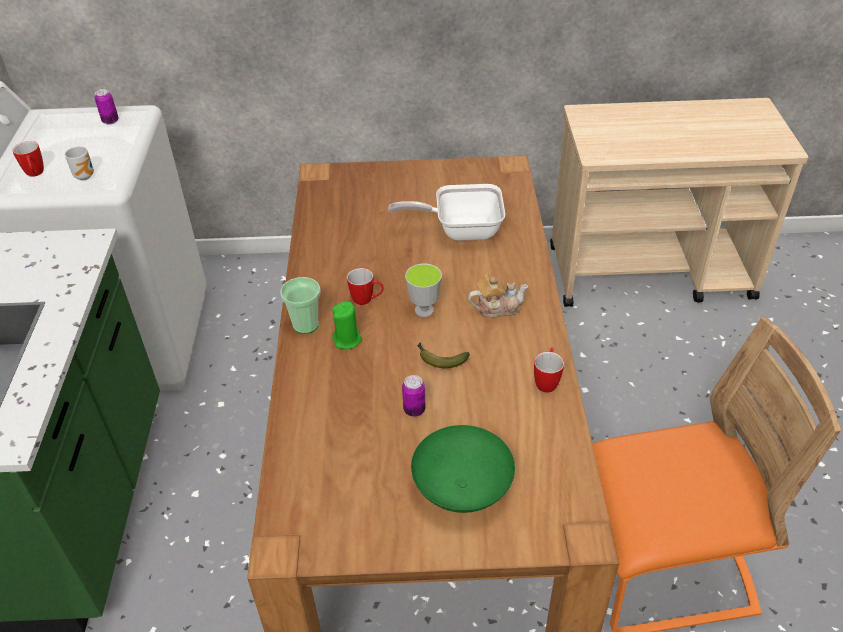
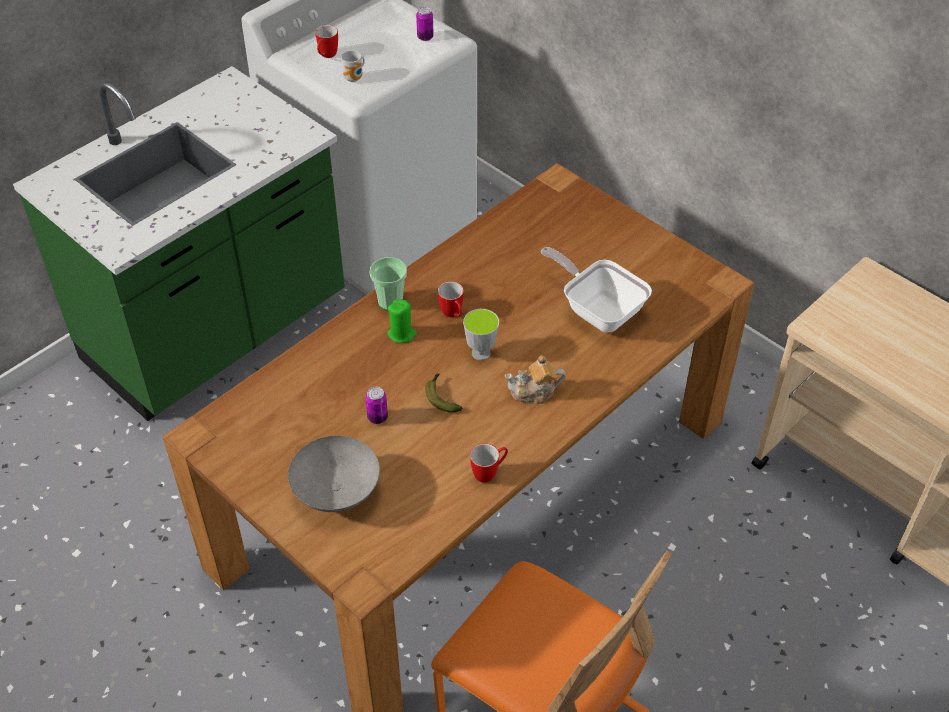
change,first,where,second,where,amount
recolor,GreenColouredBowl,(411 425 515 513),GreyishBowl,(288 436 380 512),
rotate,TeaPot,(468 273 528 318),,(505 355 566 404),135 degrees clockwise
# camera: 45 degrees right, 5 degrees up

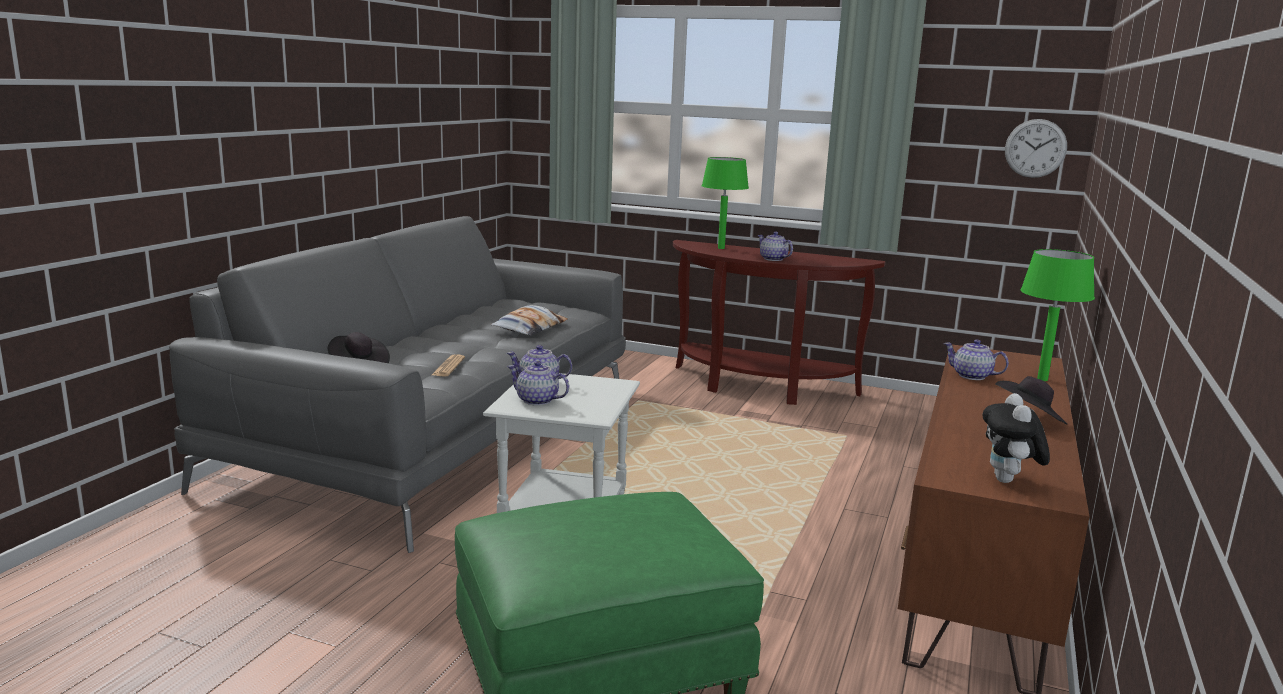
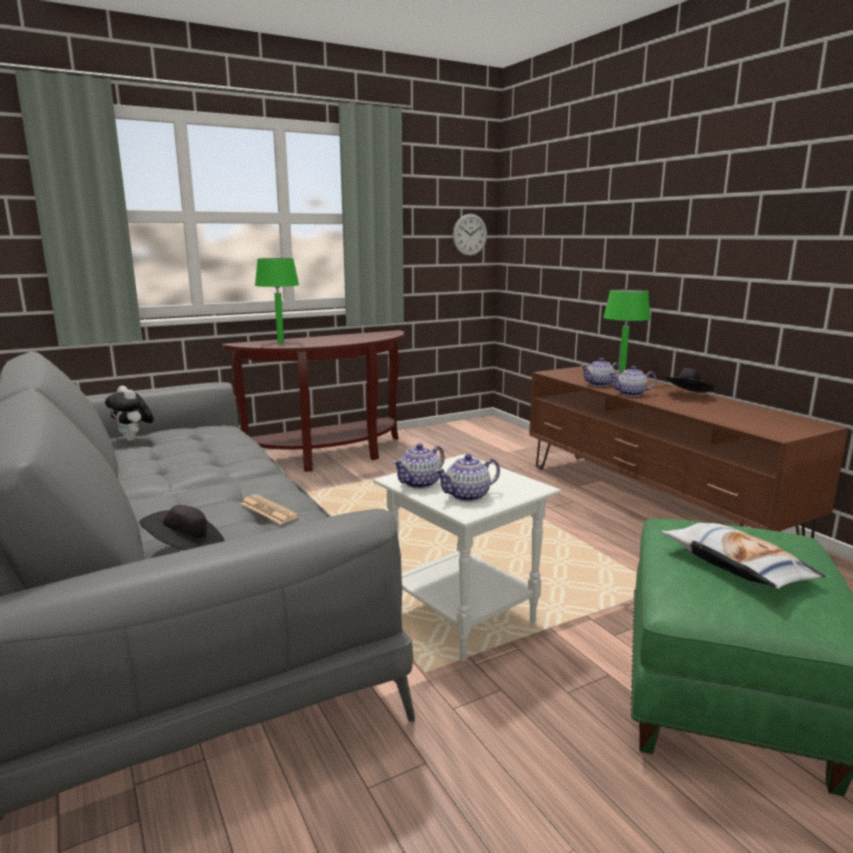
change,first,where,second,where,amount
move,ThrowPillow,(490 305 568 336),,(662 523 826 589),
move,TeaPot,(758 232 793 261),,(609 366 657 396),
move,SoftToy,(982 393 1050 483),,(105 386 154 441),
# camera: 50 degrees left, 0 degrees up

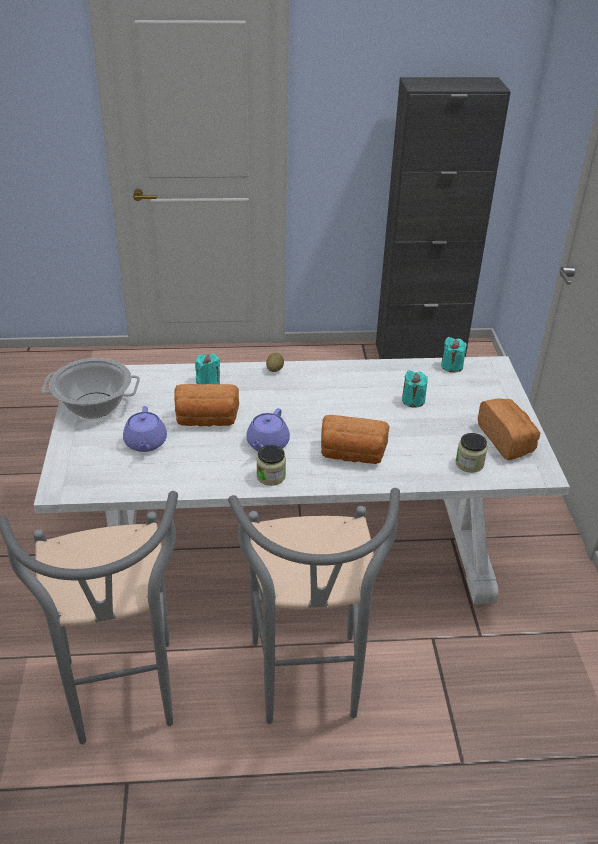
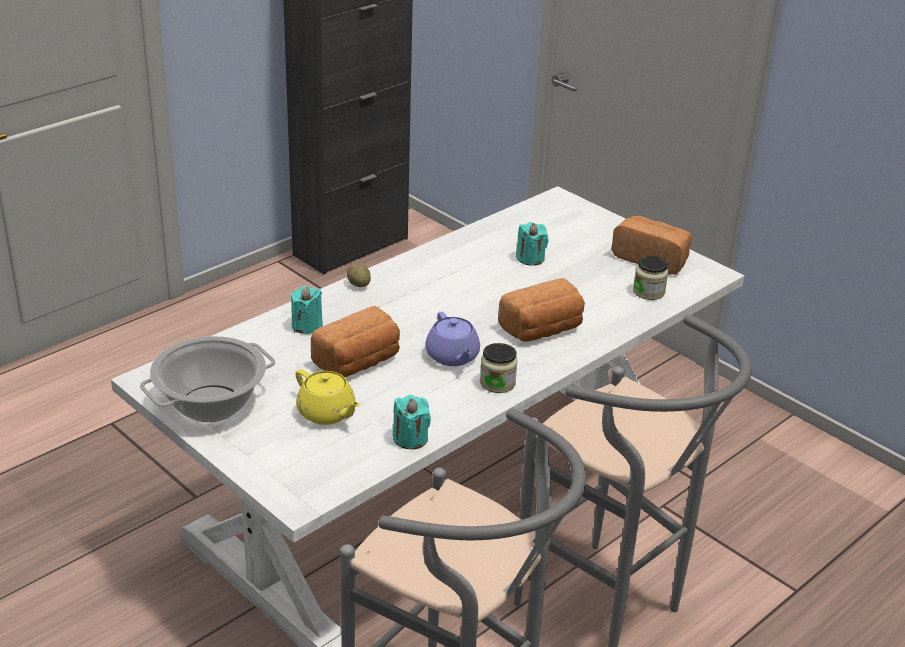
change,first,where,second,where,amount
move,BlueGreenWaxLight,(441 337 467 373),,(393 395 431 449),
recolor,PurpleTeaPot,(123 406 167 452),YellowishTeaPot,(296 369 360 425),
# camera: 40 degrees left, 5 degrees down

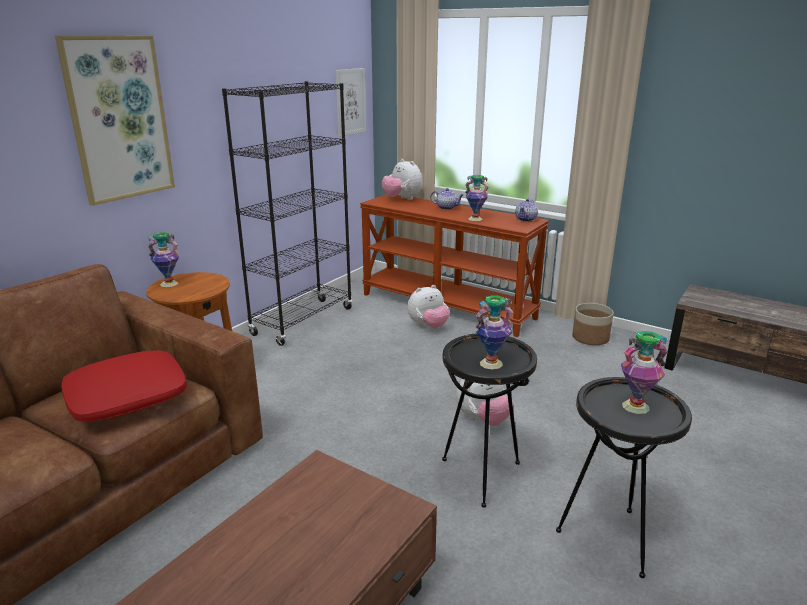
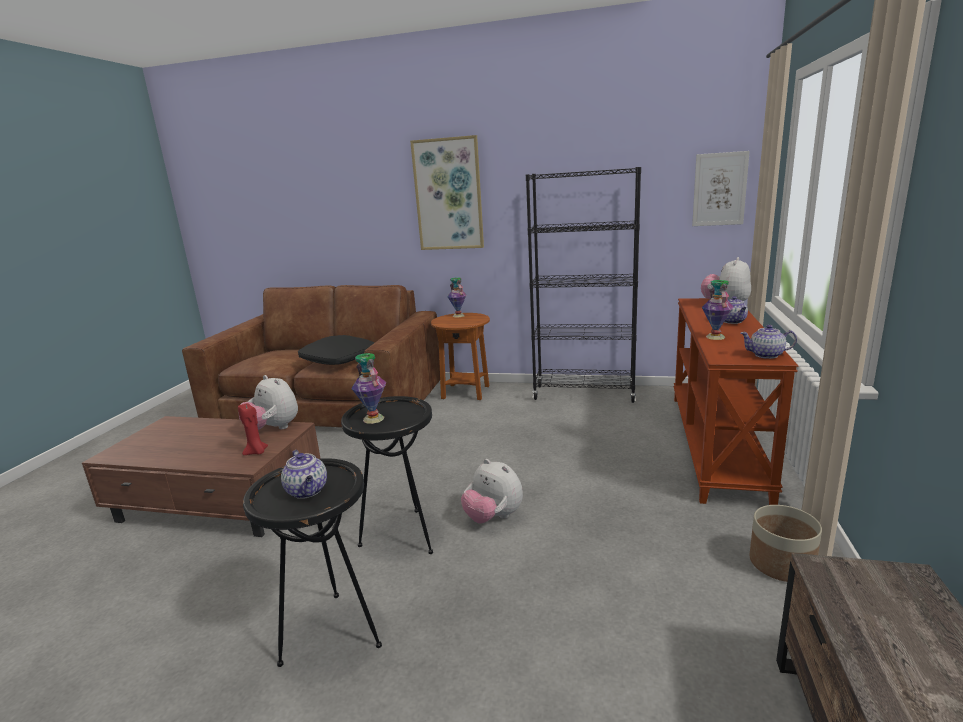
change,first,where,second,where,amount
insert,,,ReddishWaxLight,(238 403 268 455),
move,SoftToy,(407 285 450 328),,(238 375 298 430),
replace,FlowerVase,(621 331 668 414),TeaPot,(281 450 327 499),
recolor,ReddishThrowPillow,(61 350 187 422),BlackishThrowPillow,(298 335 375 365),
# camera: 70 degrees right, 5 degrees down

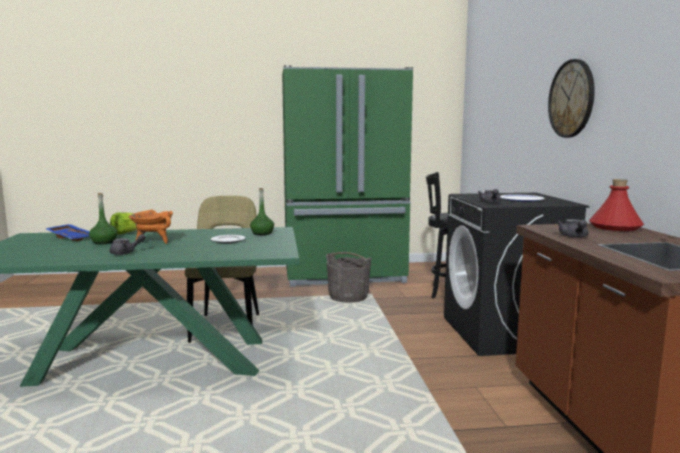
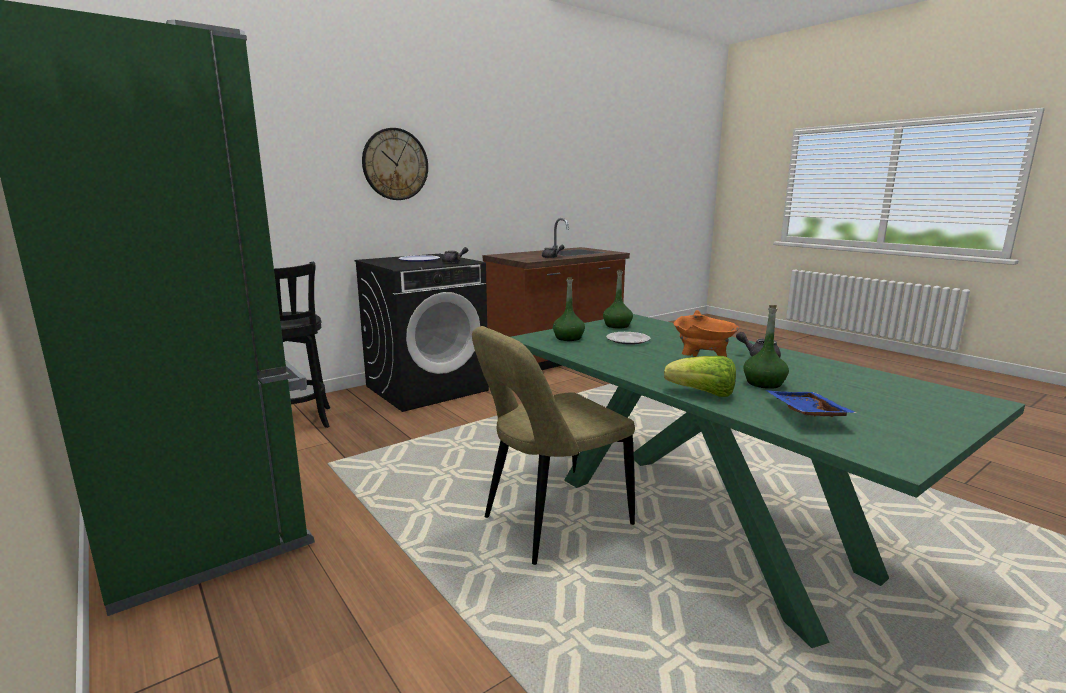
change,first,where,second,where,amount
delete,GreyishWaterBucket,(326 252 372 303),,,
delete,ReddishDrinkBottle,(589 179 644 231),,,
insert,,,GreenColouredDrinkBottle,(603 270 633 328),
# camera: 120 degrees left, 5 degrees up

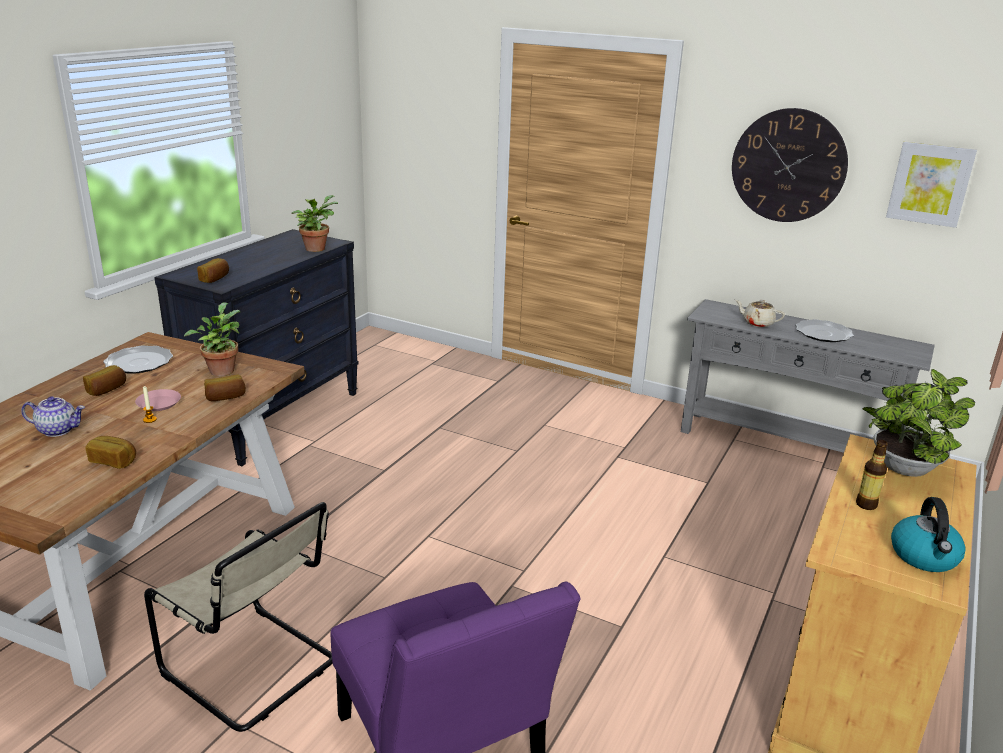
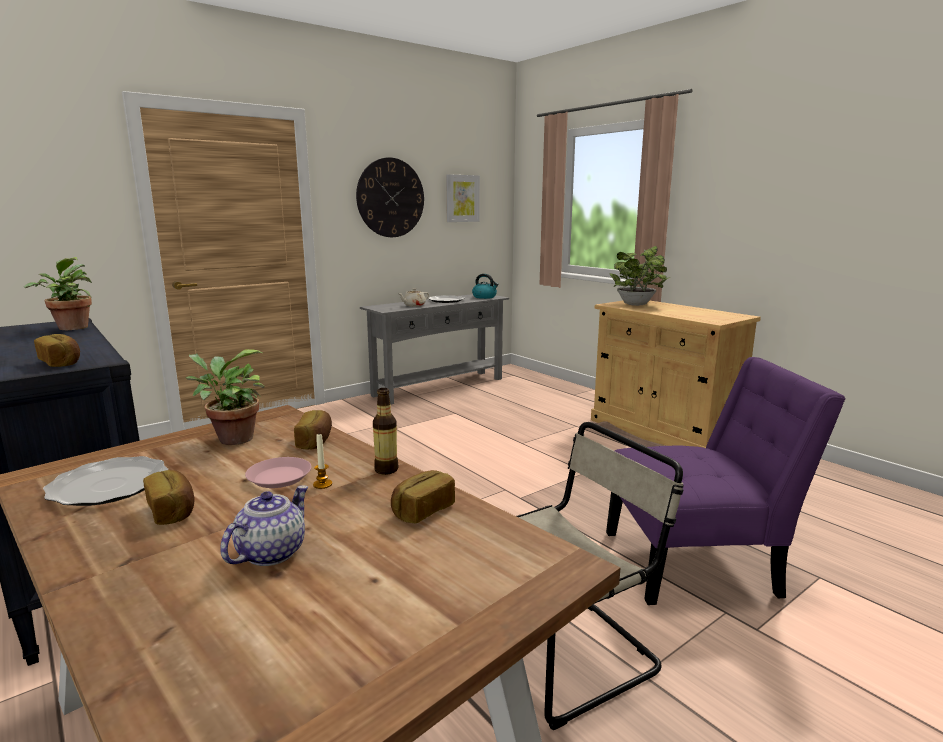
change,first,where,second,where,amount
move,DrinkBottle,(856 440 888 510),,(373 388 399 475),
move,WaterKettle,(891 497 966 572),,(472 274 499 299),
# camera: 65 degrees left, 10 degrees down

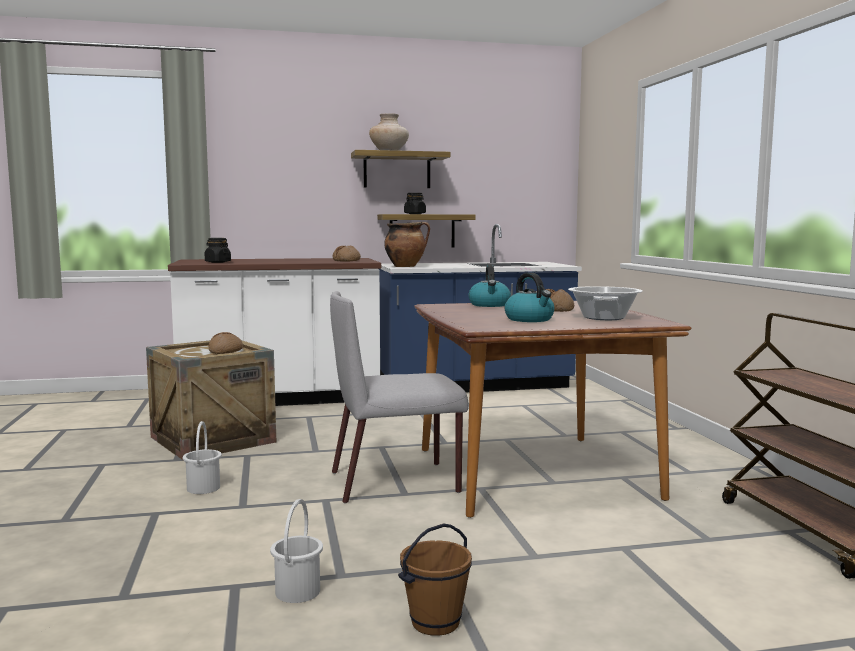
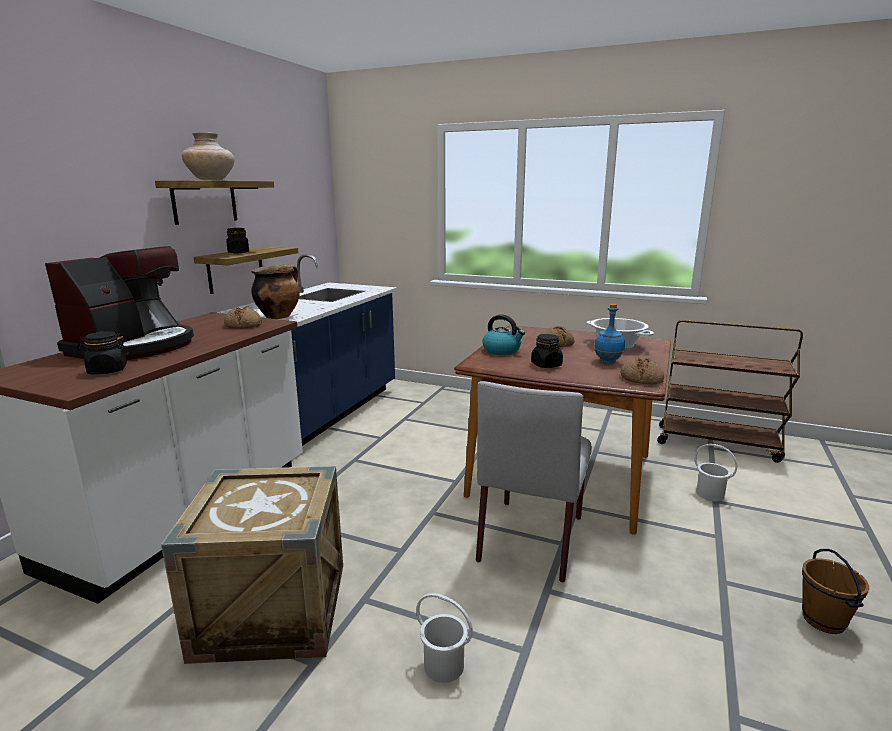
change,first,where,second,where,amount
insert,,,CoffeeMachine,(45 246 194 360),
insert,,,BlackishPreserveJar,(531 334 563 368),
move,Bread,(209 332 243 354),,(620 358 664 385),
move,WhitishWaterBucket,(270 499 323 603),,(695 444 737 501),
replace,WaterKettle,(504 272 554 322),BlueColouredDrinkBottle,(594 304 625 364),
# camera: 55 degrees left, 10 degrees up

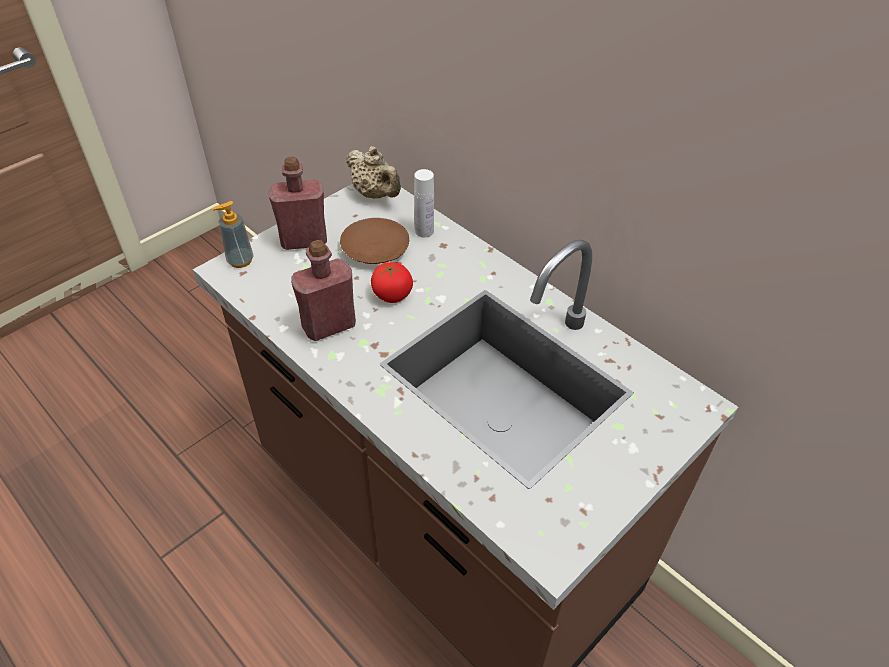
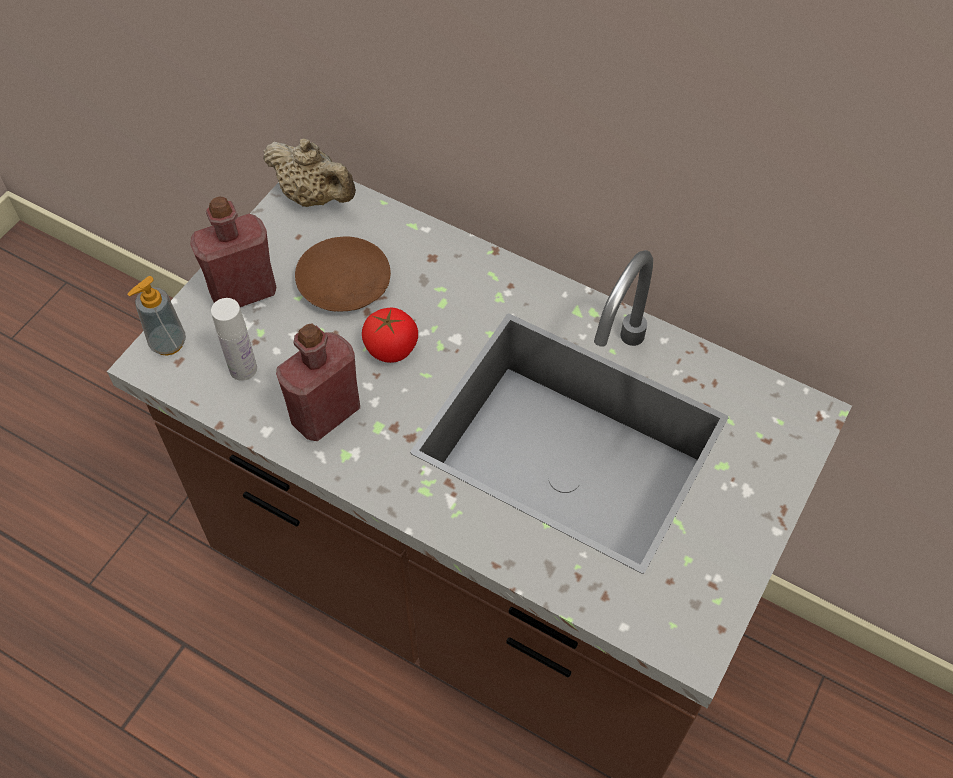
change,first,where,second,where,amount
move,WhitishDrinkBottle,(414 169 434 237),,(211 298 257 381),
# camera: 15 degrees left, 10 degrees up

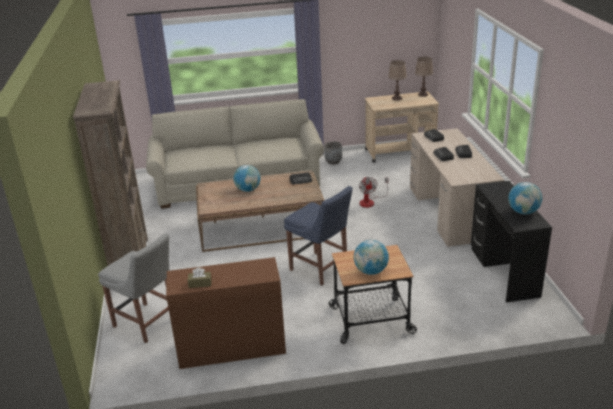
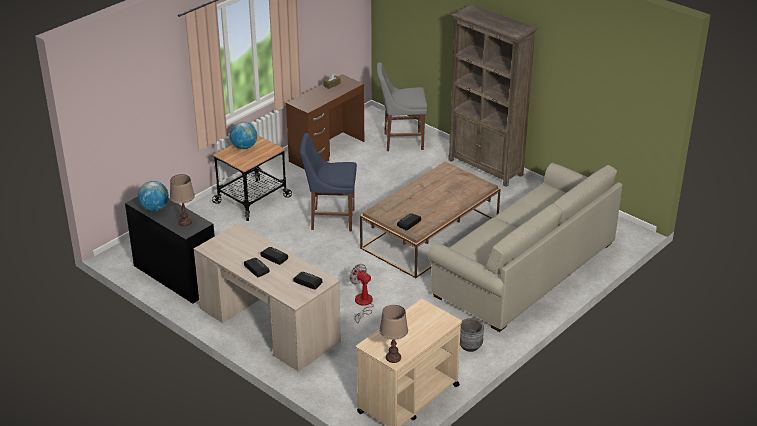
change,first,where,second,where,amount
delete,Globe,(233 165 260 192),,,
move,BrownTableLamp,(388 60 407 101),,(170 174 195 226),
# camera: 140 degrees right, 5 degrees up

